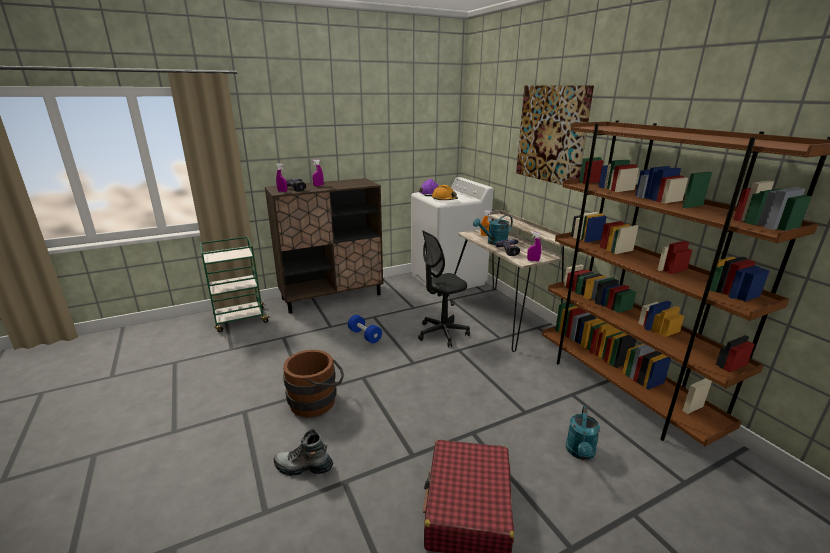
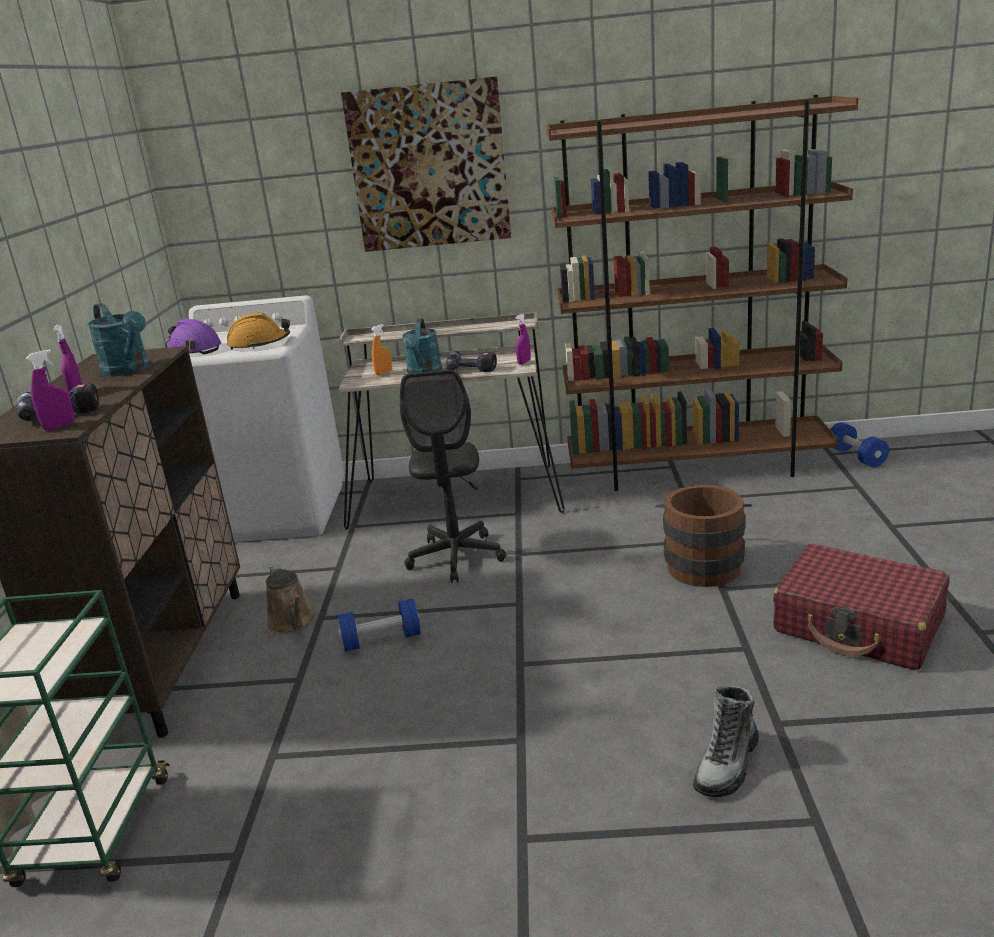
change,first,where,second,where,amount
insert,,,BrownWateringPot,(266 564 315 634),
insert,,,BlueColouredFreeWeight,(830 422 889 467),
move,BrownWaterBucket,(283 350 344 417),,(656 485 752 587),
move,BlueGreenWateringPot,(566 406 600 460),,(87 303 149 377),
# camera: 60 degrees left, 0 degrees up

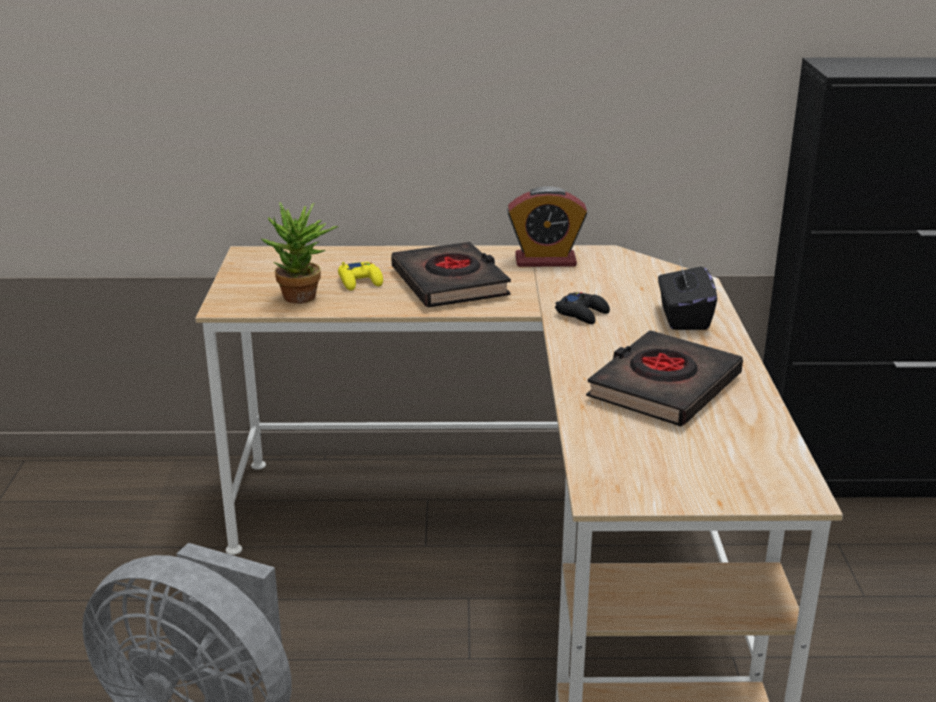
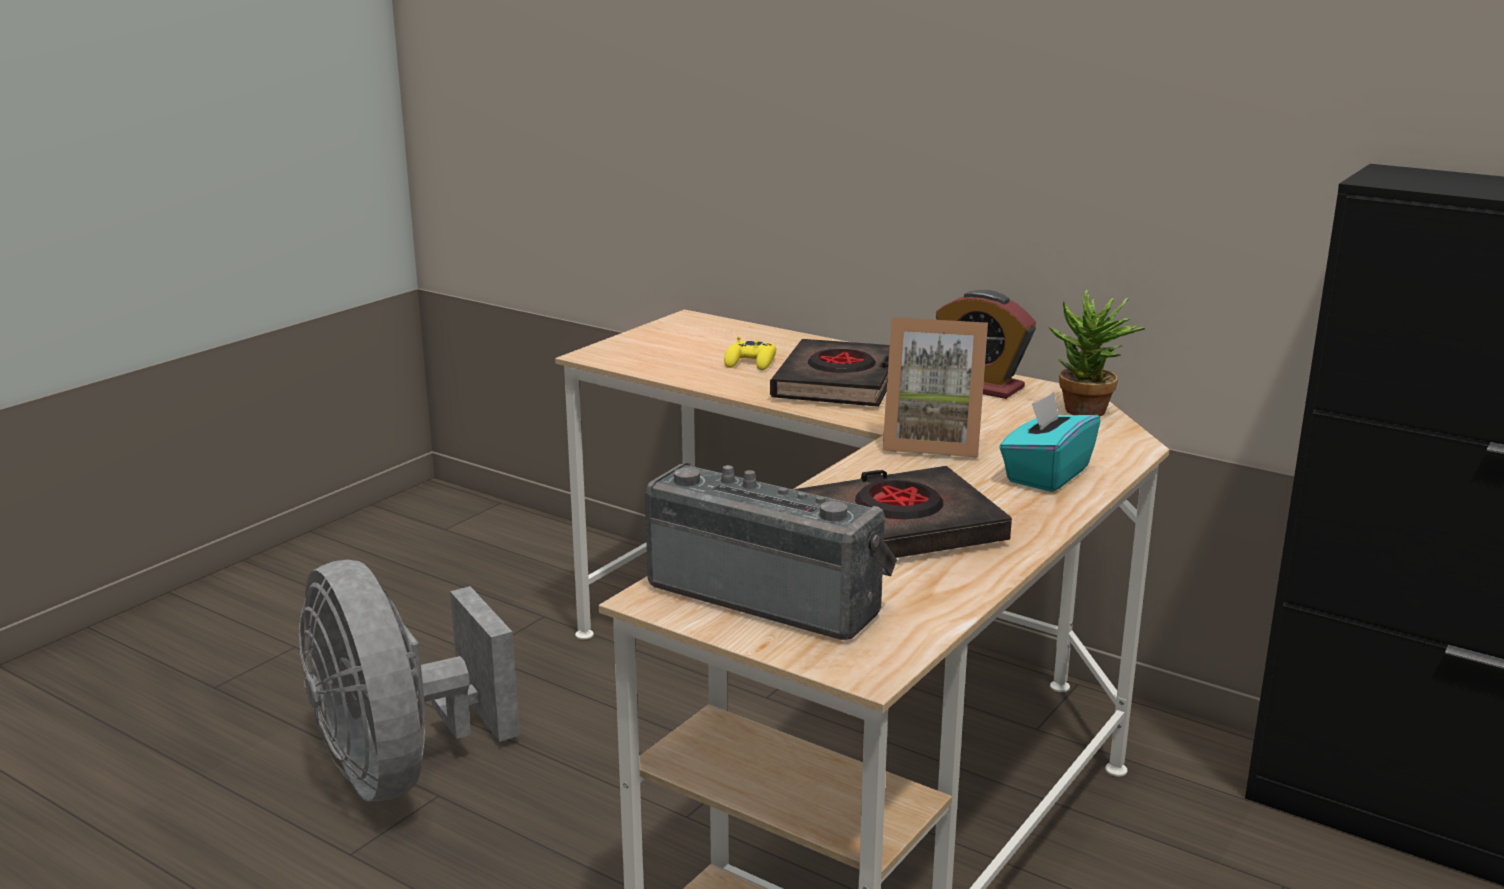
change,first,where,second,where,amount
insert,,,RadioSet,(645 463 897 640),
move,PottedPlant,(260 203 338 304),,(1049 289 1146 416),
replace,BlackishGameController,(555 292 610 324),StandingFrame,(882 317 988 458),
recolor,BlackishTissueBox,(658 257 717 330),BlueGreenTissueBox,(999 392 1101 492),
# camera: 35 degrees right, 5 degrees down

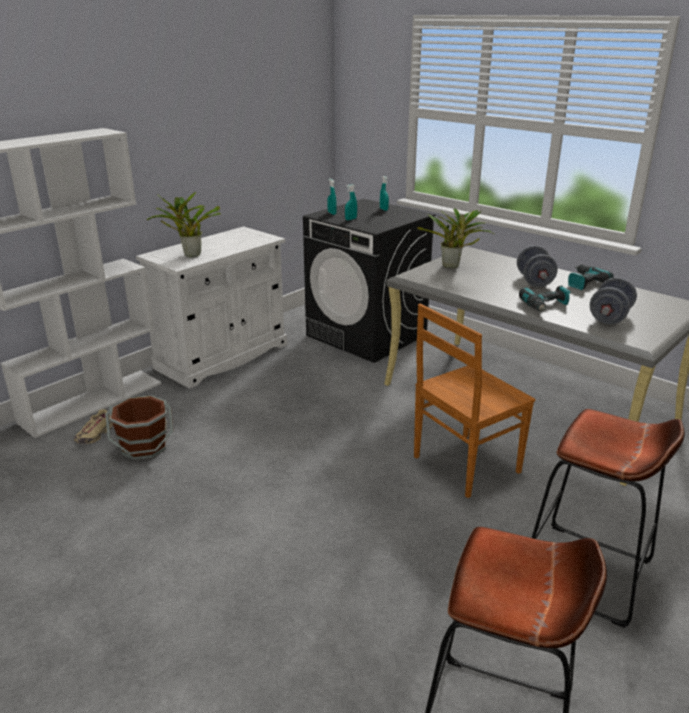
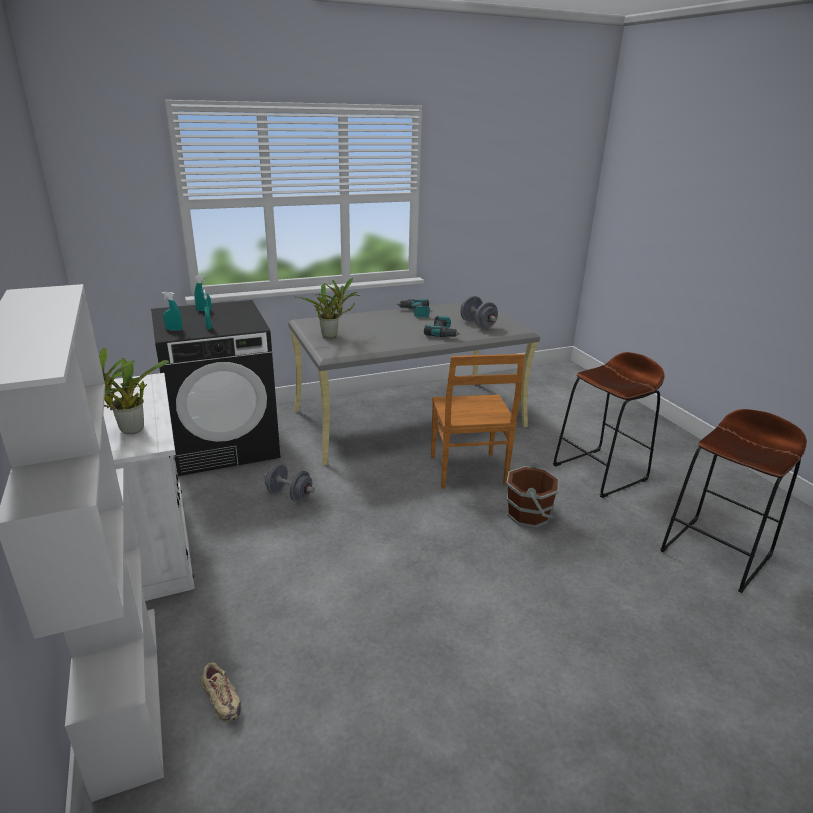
change,first,where,second,where,amount
move,BrownWaterBucket,(105 395 173 460),,(506 461 559 528),
move,GreyishFreeWeight,(517 245 558 287),,(263 463 315 502),
# camera: 65 degrees left, 0 degrees up

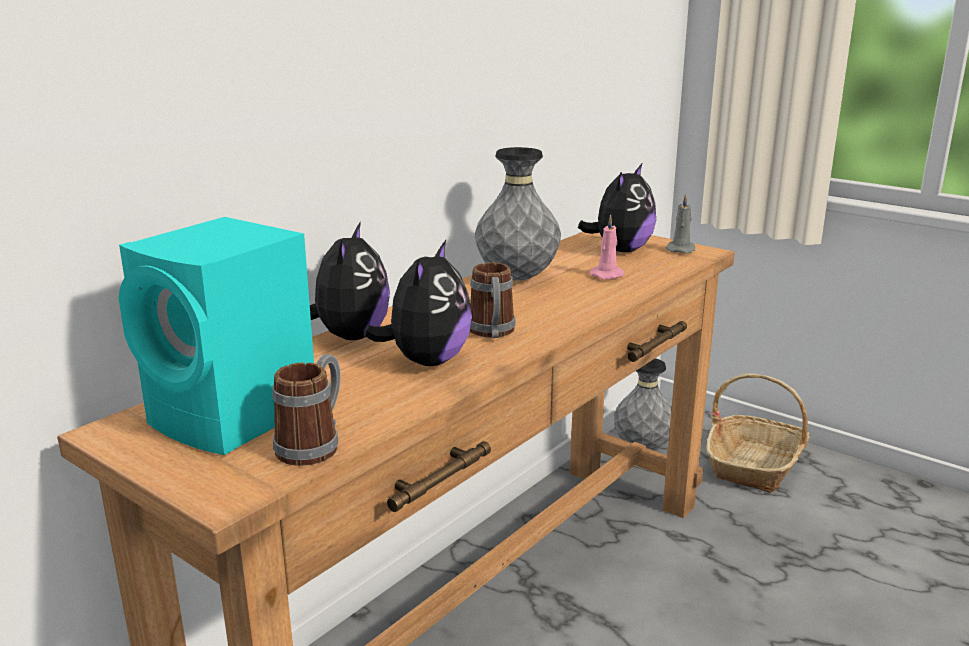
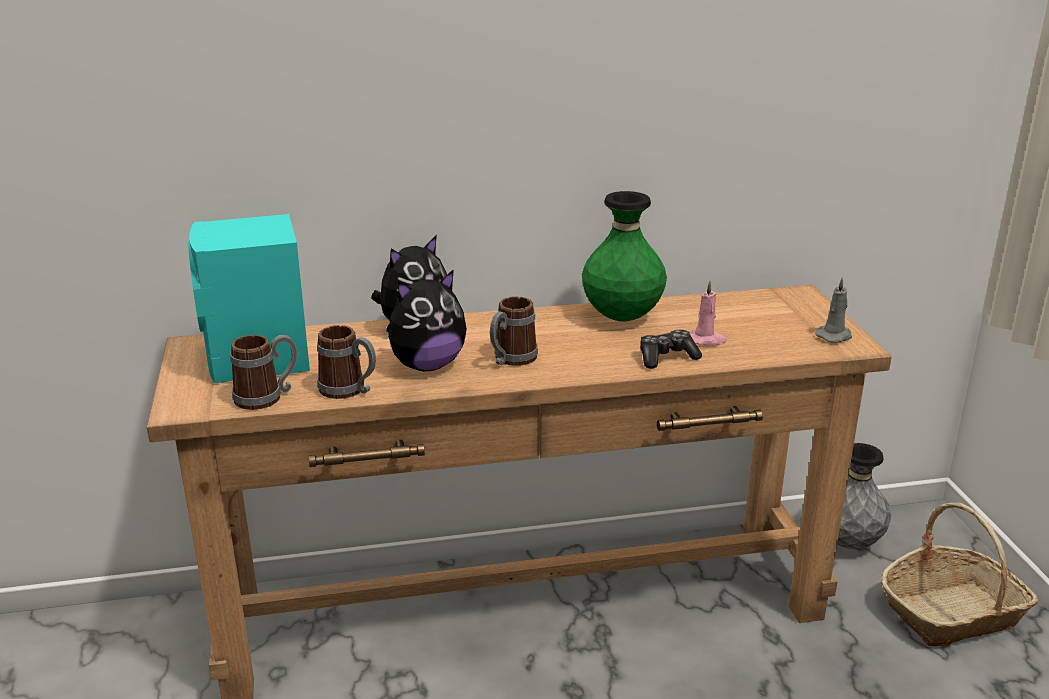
change,first,where,second,where,amount
delete,SoftToy,(578 164 656 252),,,
insert,,,Mug,(317 325 376 399),
insert,,,GameController,(640 330 702 369),
recolor,GreyishFlowerVase,(475 147 561 281),GreenColouredFlowerVase,(582 191 667 321),
# camera: 40 degrees right, 5 degrees up

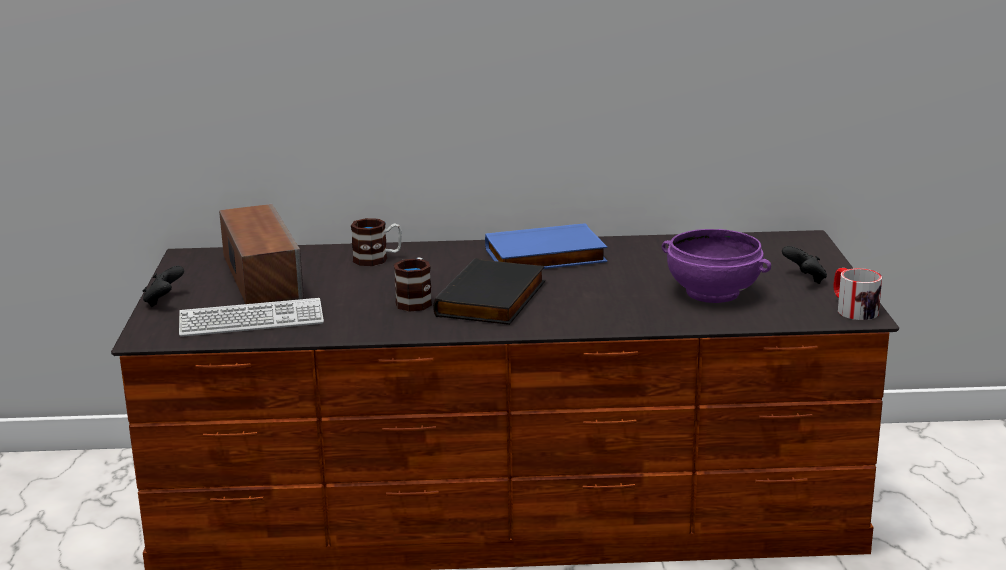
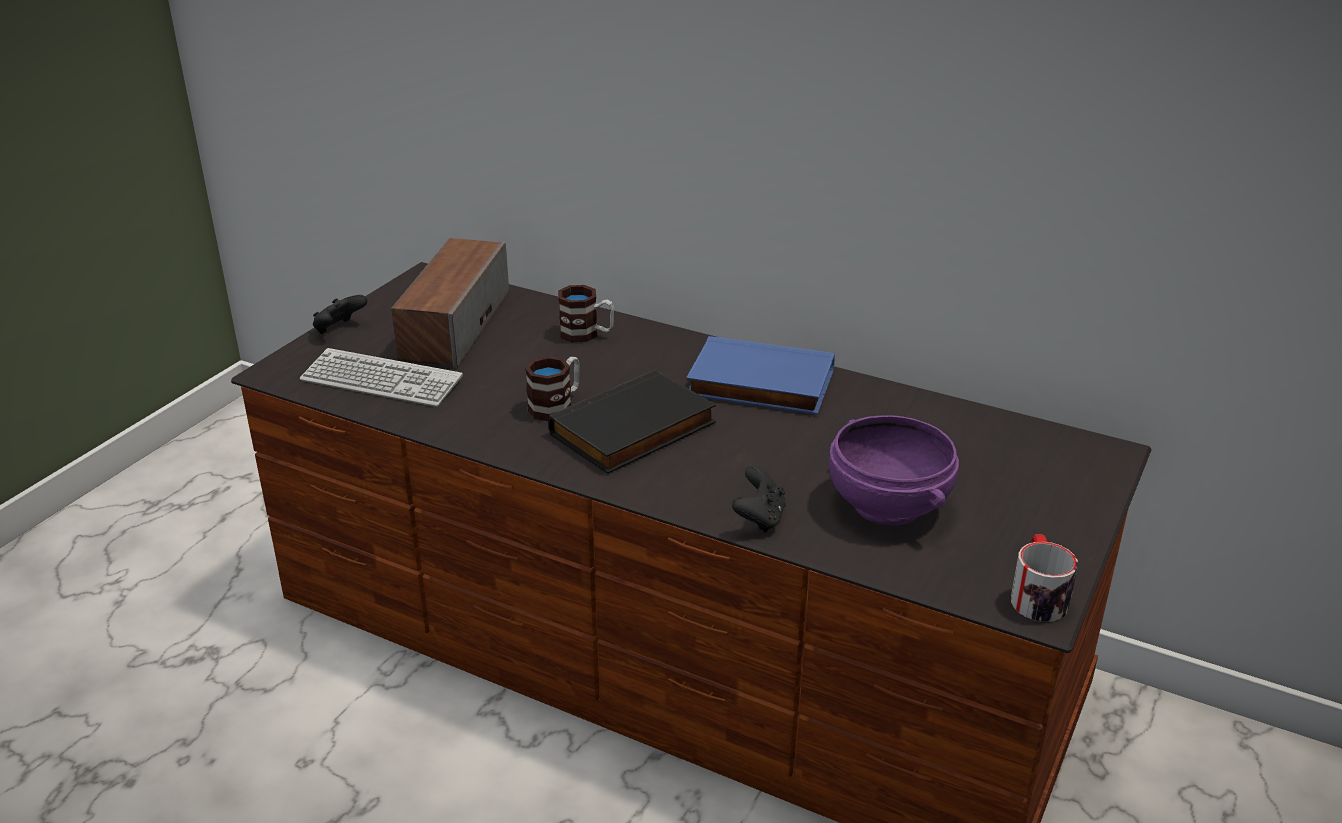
change,first,where,second,where,amount
move,BlackishGameController,(782 246 827 284),,(732 466 786 532),
# camera: 30 degrees right, 10 degrees up

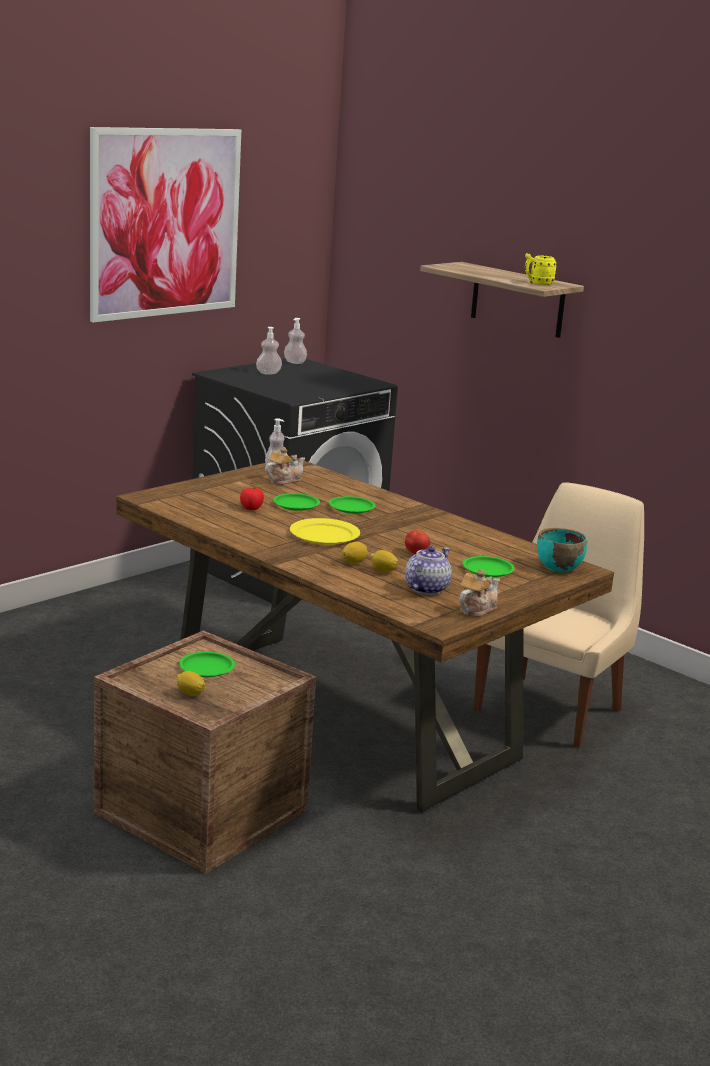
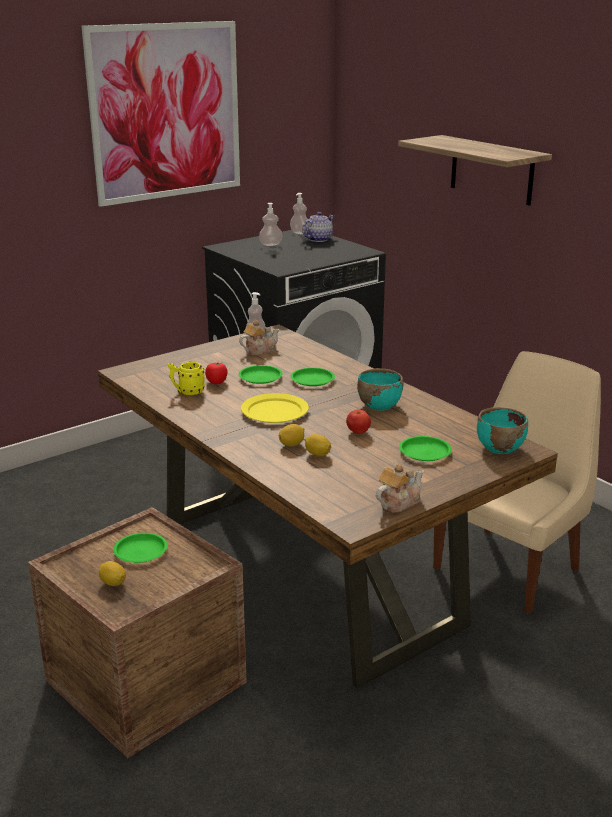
change,first,where,second,where,amount
insert,,,BlueGreenBowl,(357 368 404 411),
move,TeaPot,(405 546 452 595),,(302 212 334 242),
move,YellowishMug,(525 253 557 285),,(168 362 205 395),
# camera: 10 degrees right, 5 degrees up

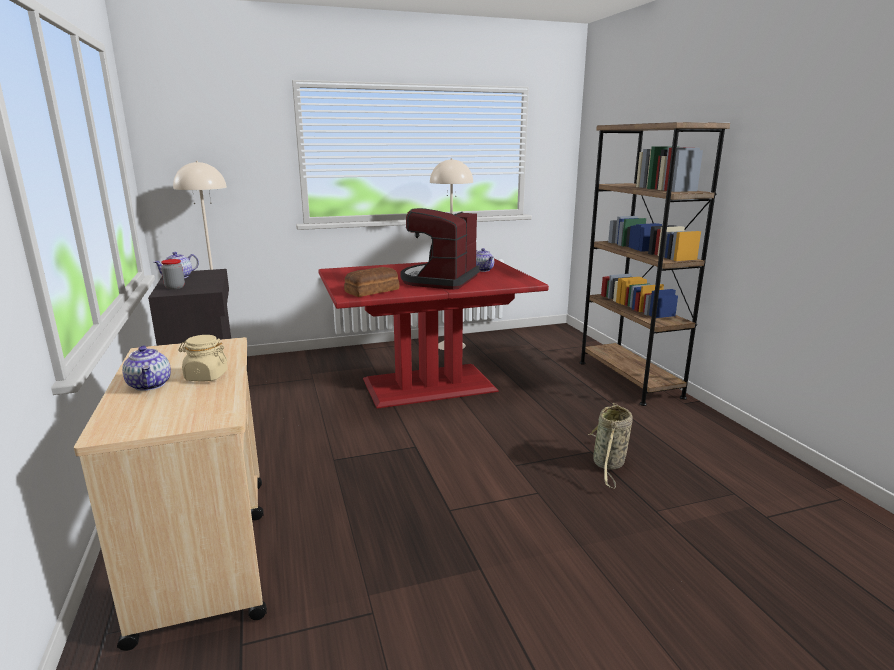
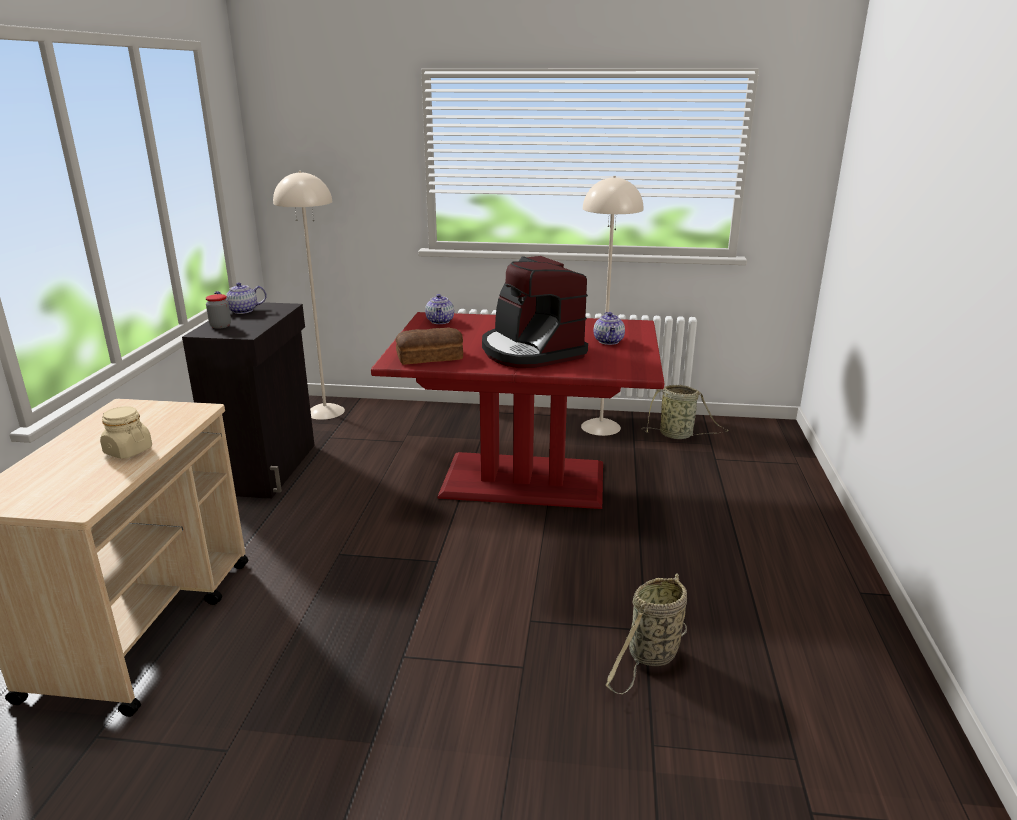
change,first,where,second,where,amount
delete,BrownShelvingUnit,(580 122 730 406),,,
insert,,,StorageBasket,(643 385 728 439),
move,TeaPot,(122 345 171 391),,(425 294 454 324),
rotate,CoffeeMachine,(400 208 480 290),,(482 256 588 368),75 degrees counterclockwise
# camera: 25 degrees right, 5 degrees up

